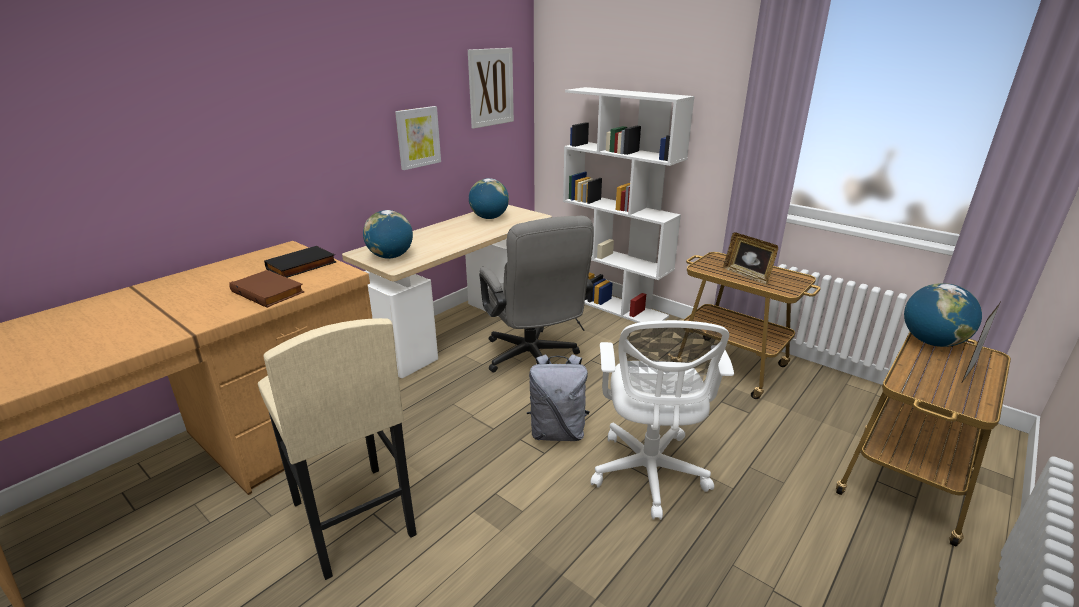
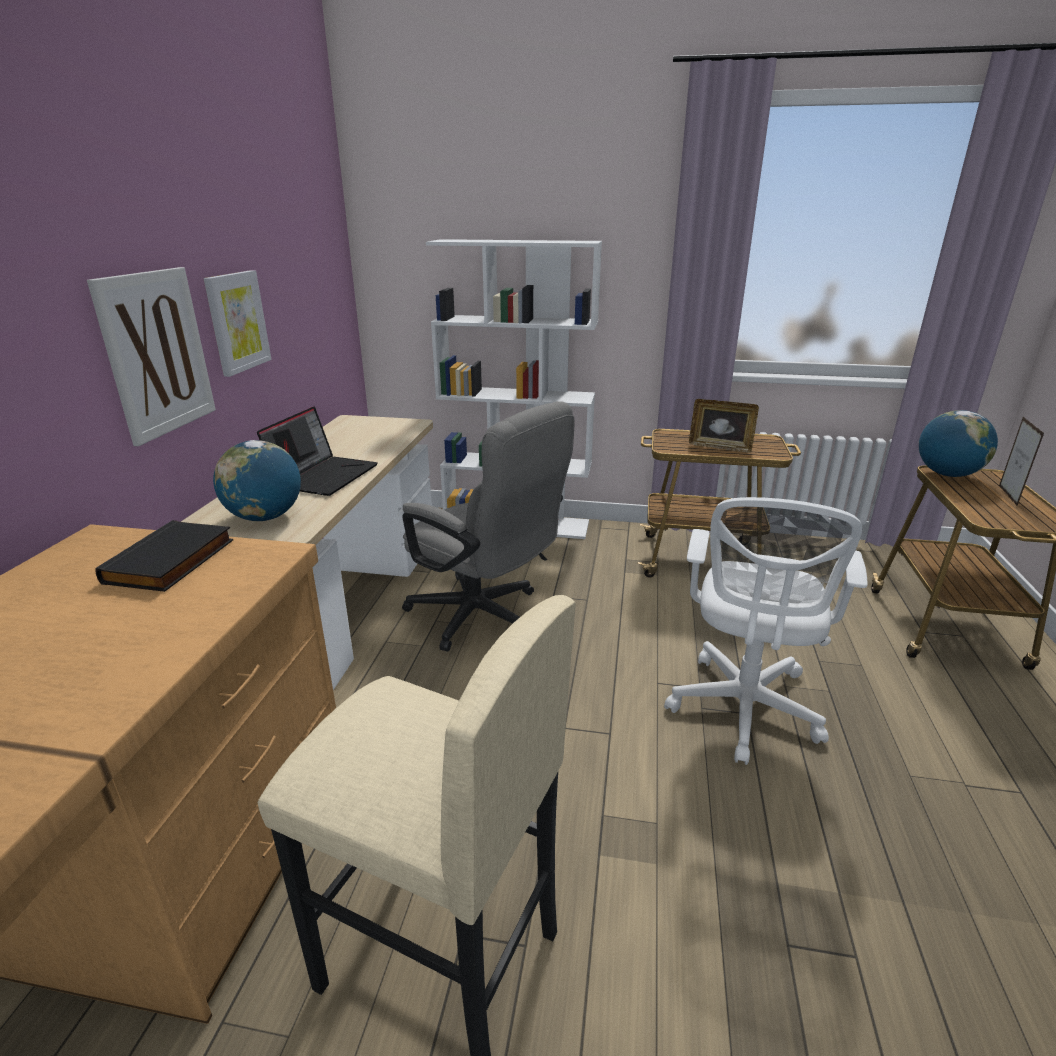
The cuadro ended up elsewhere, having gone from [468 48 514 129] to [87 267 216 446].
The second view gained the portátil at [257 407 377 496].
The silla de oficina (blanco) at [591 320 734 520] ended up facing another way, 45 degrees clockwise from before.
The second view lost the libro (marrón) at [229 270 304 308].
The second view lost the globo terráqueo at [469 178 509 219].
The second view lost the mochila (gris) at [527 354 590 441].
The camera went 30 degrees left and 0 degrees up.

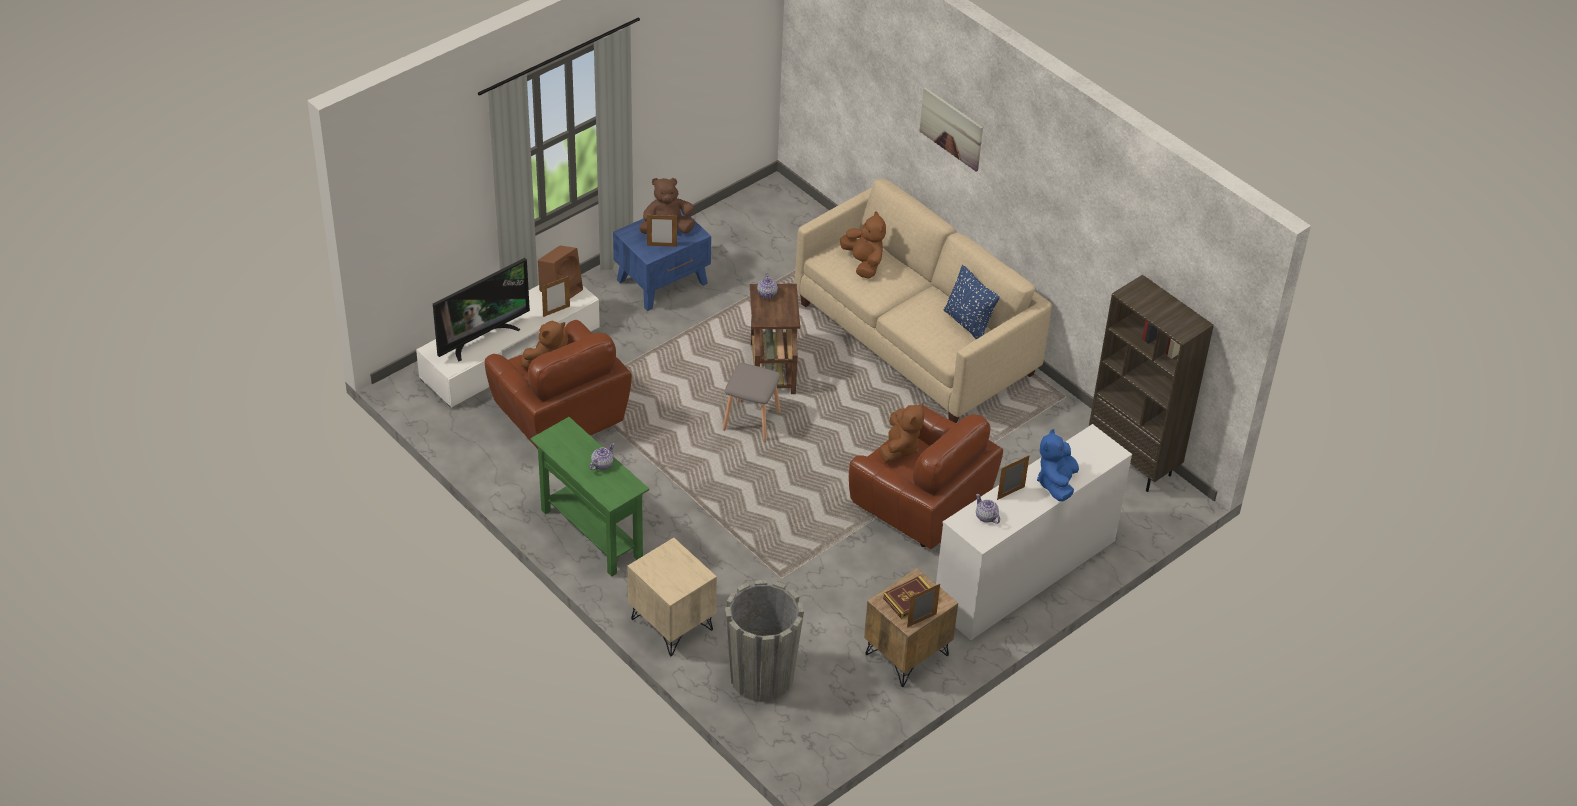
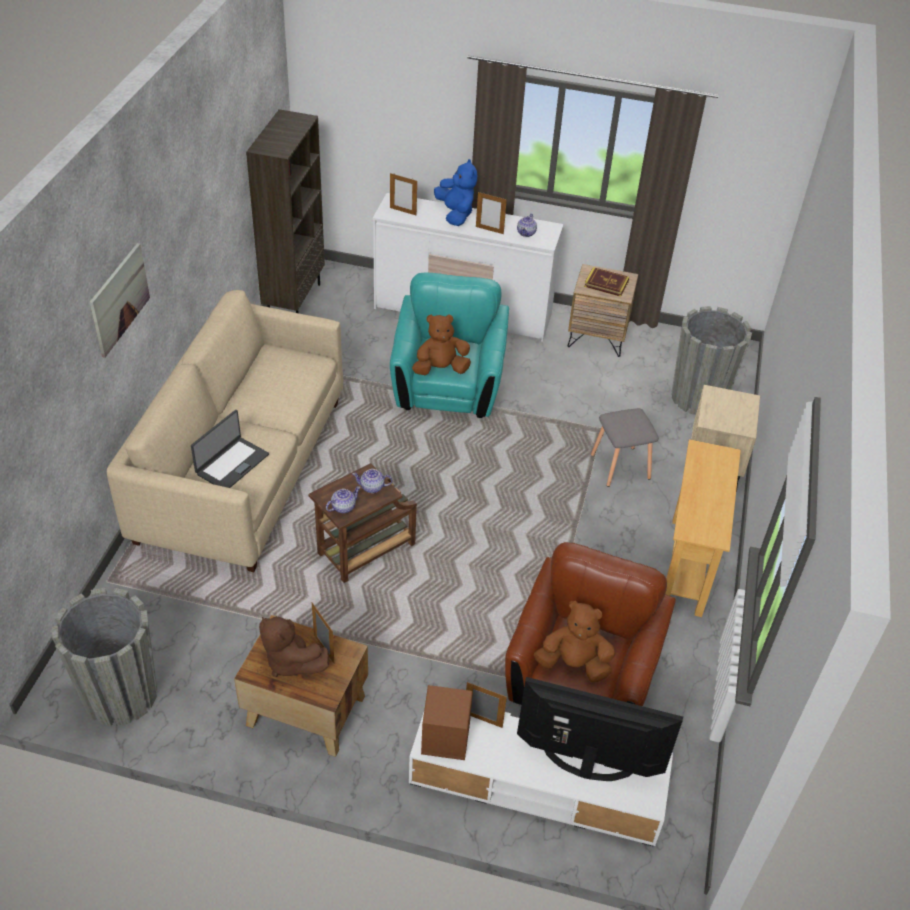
The second view gained the maceta (gris) at [52 587 158 726].
Where the peluche (marrón) stood at [840 211 886 279], the portátil came to stand at [191 410 269 488].
What was the mesa auxiliar (azul) at [613 209 711 311] turned into the mesa auxiliar (marrón) at [234 615 368 757].
The tetera ended up elsewhere, having gone from [590 443 615 470] to [352 469 392 493].
The portarretratos ended up elsewhere, having gone from [907 584 940 628] to [390 173 417 215].
What was the sillón (marrón) at [849 406 1003 549] turned into the sillón (turquesa) at [390 273 509 418].
The peluche (azul) at [1037 429 1079 502] ended up facing another way, 90 degrees counterclockwise from before.
The taburete (gris) ended up elsewhere, having gone from [723 363 781 442] to [591 408 659 487].
What was the mesa consola (verde) at [530 417 649 577] turned into the mesa consola (beis) at [666 439 741 617].
The second view lost the cojín (azul) at [943 265 1000 339].
The camera went 125 degrees left and 0 degrees up.

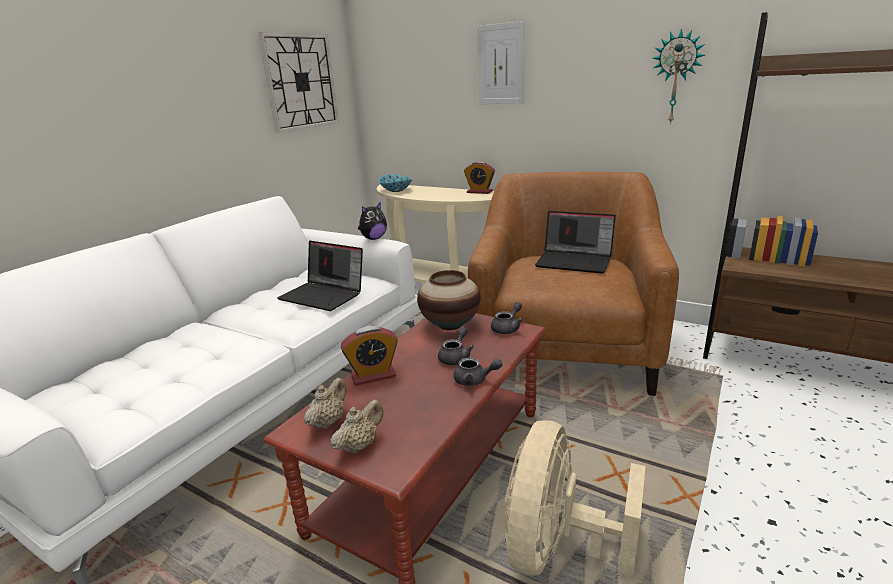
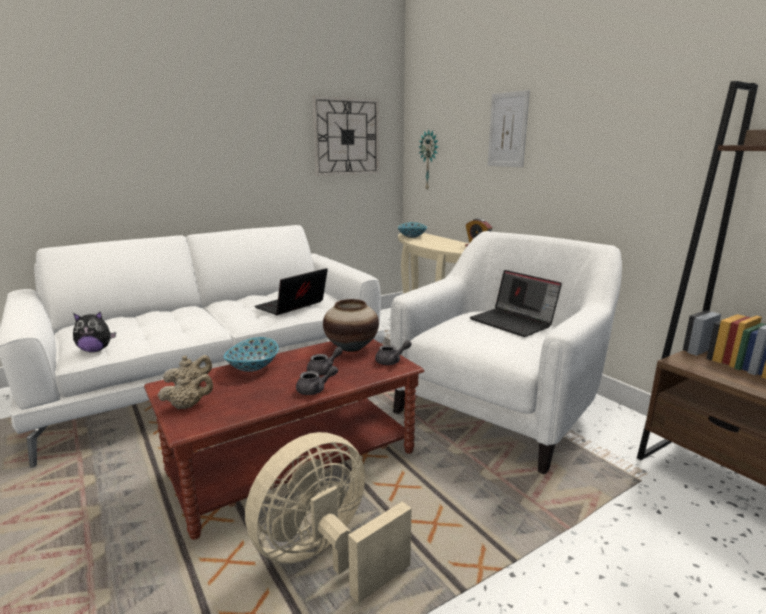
The peluche ended up elsewhere, having gone from [358 202 387 240] to [73 311 116 352].
Where the despertador stood at [341 326 398 386], the cuenco came to stand at [224 337 278 372].
The portátil at [278 241 363 311] ended up facing another way, 75 degrees clockwise from before.
The tetera (gris) at [454 358 502 386] ended up facing another way, 60 degrees counterclockwise from before.
What was the sillón (marrón) at [468 172 679 396] turned into the sillón (blanco) at [391 231 622 474].
The reloj de pared ended up elsewhere, having gone from [653 28 705 125] to [419 130 438 190].
The camera went 25 degrees right and 5 degrees down.

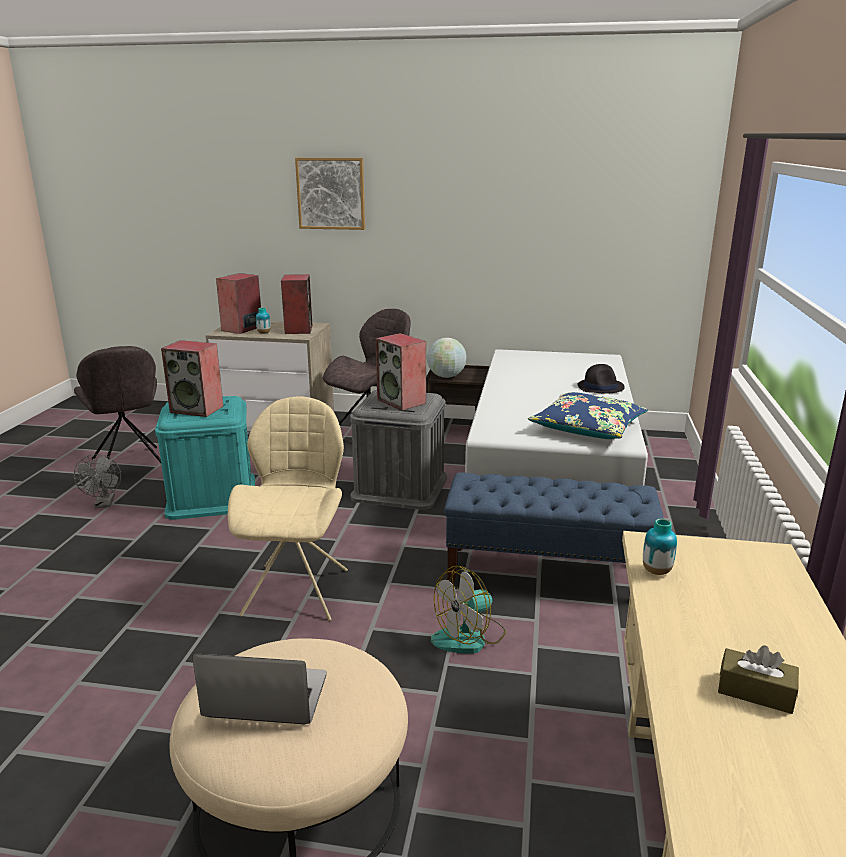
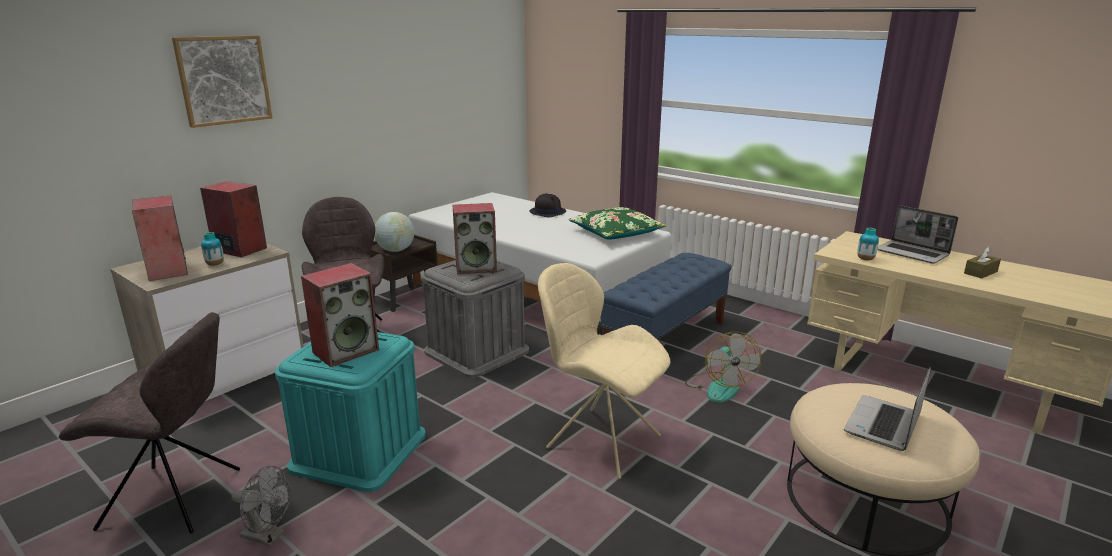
What was the cojín (azul) at [528 392 648 439] turned into the cojín (verde) at [569 207 666 240].
The second view gained the portátil at [877 205 958 264].
The camera went 60 degrees left and 0 degrees up.

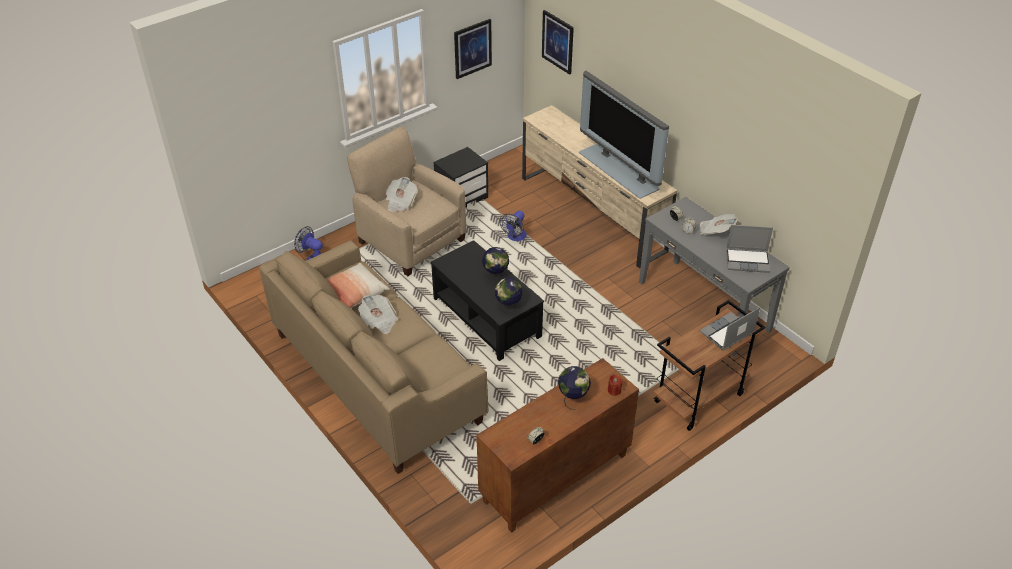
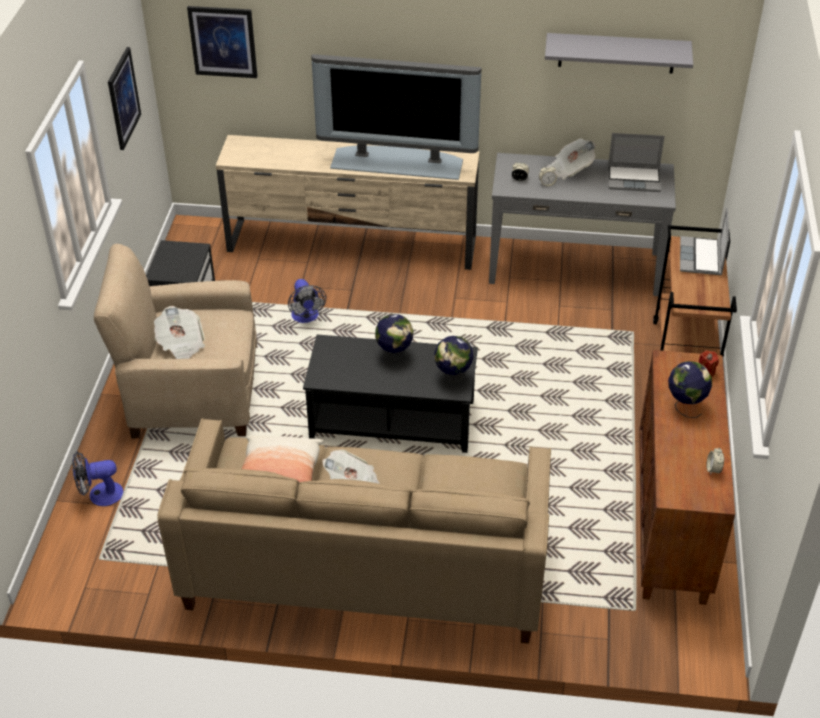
The second view gained the estante (gris) at [545 33 693 74].
The portátil at [726 225 773 273] ended up facing another way, 45 degrees clockwise from before.
The camera went 45 degrees left and 0 degrees up.

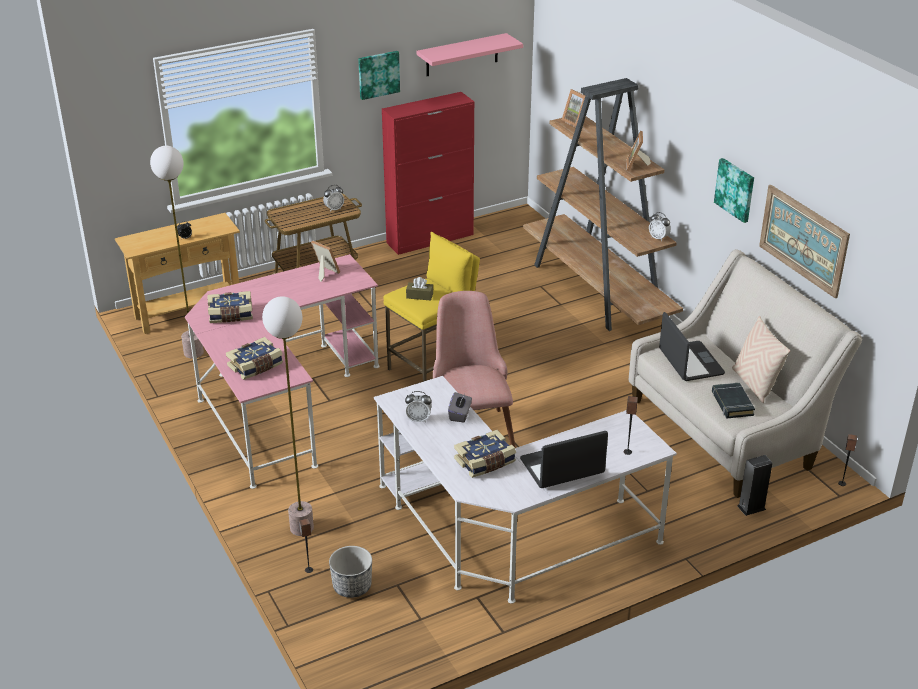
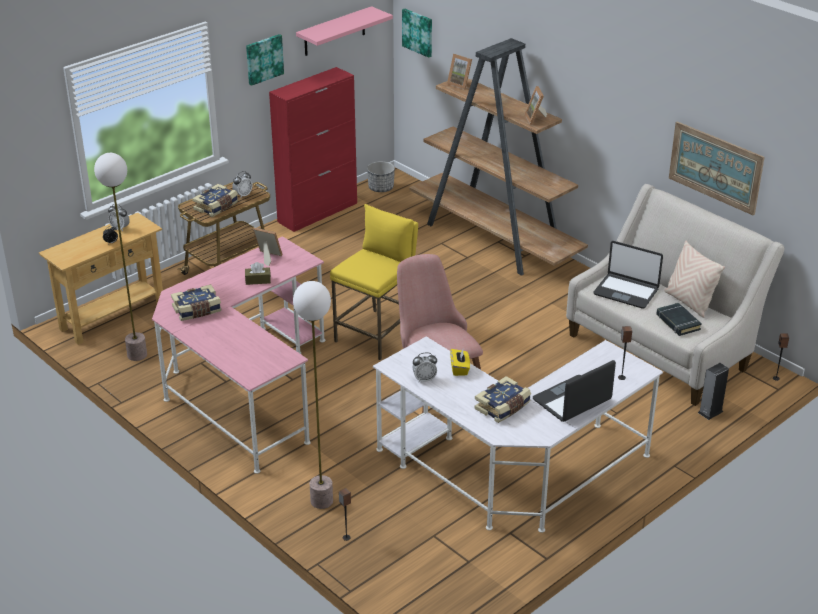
The despertador ended up elsewhere, having gone from [649 212 671 241] to [108 204 130 231].
The libro ended up elsewhere, having gone from [226 337 283 380] to [192 184 238 217].
The caja de pañuelos (marrón) ended up elsewhere, having gone from [406 277 433 301] to [245 262 271 285].
The maceta ended up elsewhere, having gone from [329 546 372 598] to [367 161 395 192].
The cuadro ended up elsewhere, having gone from [714 158 754 223] to [402 9 432 58].
What was the caja de pañuelos (gris) at [448 392 472 422] turned into the caja de pañuelos (amarillo) at [450 349 470 376].
The portátil at [659 312 725 381] ended up facing another way, 150 degrees clockwise from before.
The camera went 15 degrees left and 0 degrees up.

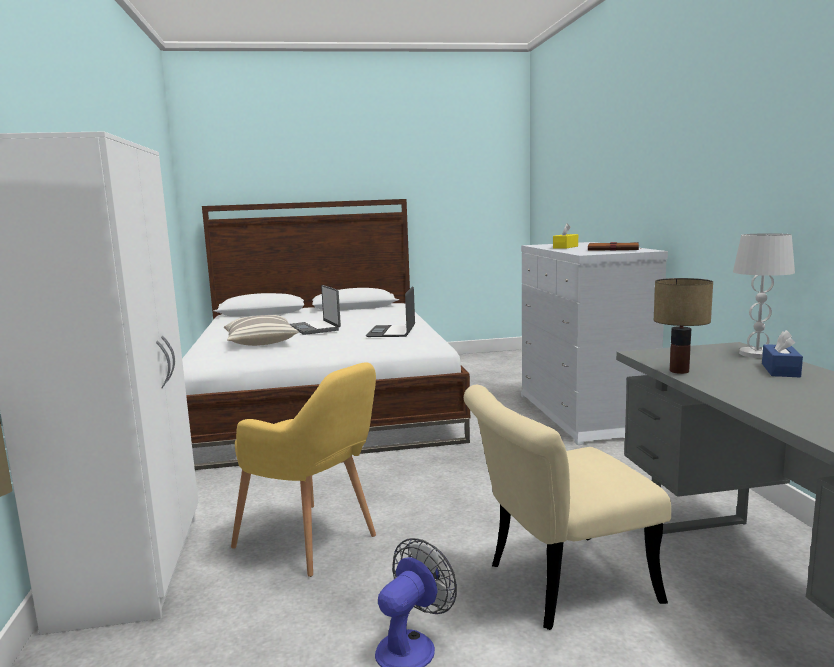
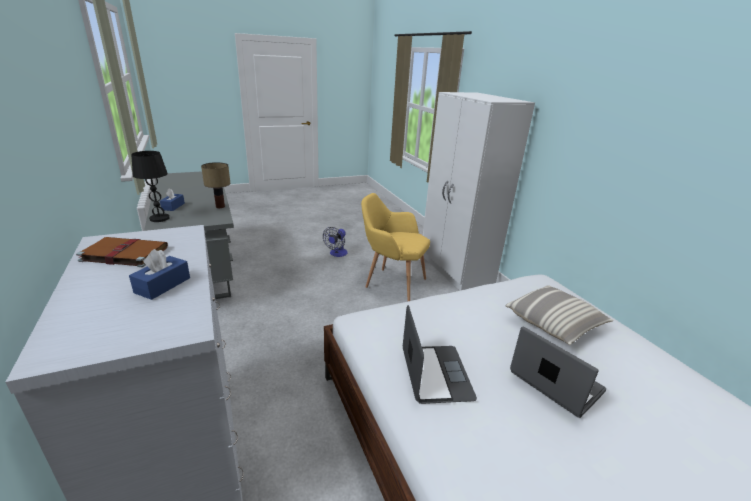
What was the caja de pañuelos (amarillo) at [553 223 578 249] turned into the caja de pañuelos (azul) at [129 249 190 300].
What was the lámpara de mesa (blanco) at [733 233 795 358] turned into the lámpara de mesa (negro) at [131 151 170 222].
The second view lost the silla (beis) at [464 385 671 630].
The camera went 165 degrees right and 15 degrees up.

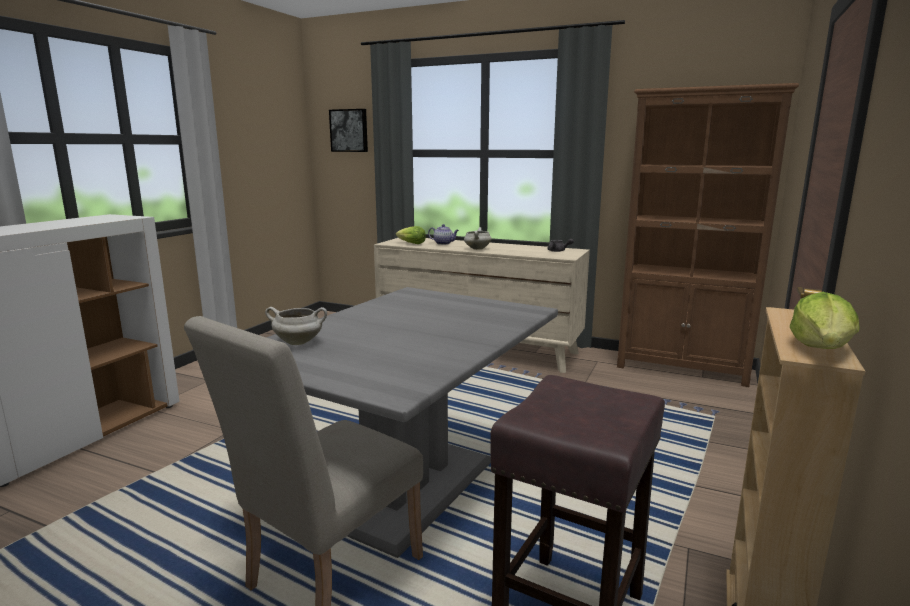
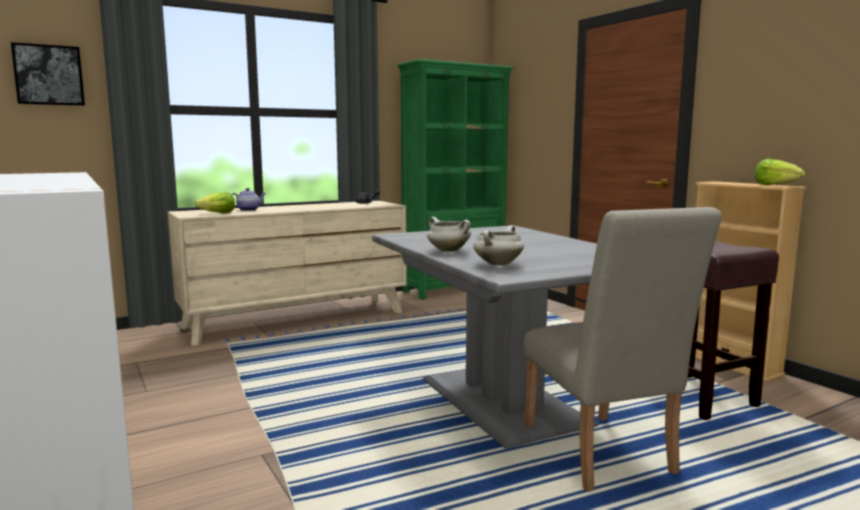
What was the estantería (marrón) at [617 83 799 387] turned into the estantería (verde) at [397 59 513 300].
The olla (blanco) ended up elsewhere, having gone from [464 227 492 250] to [427 217 471 252].
The camera went 55 degrees left and 5 degrees down.

